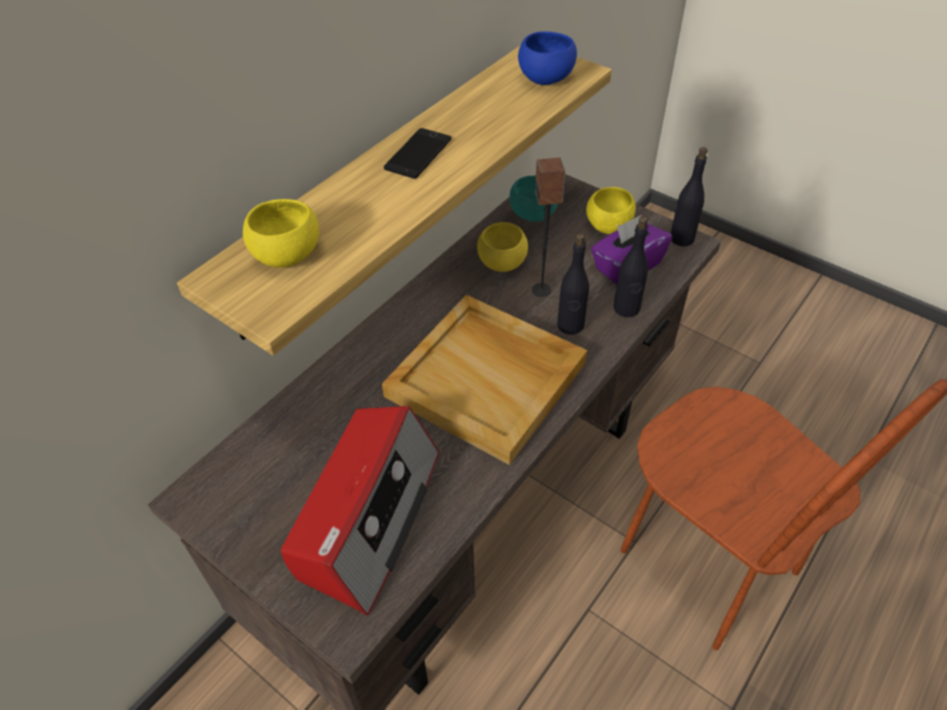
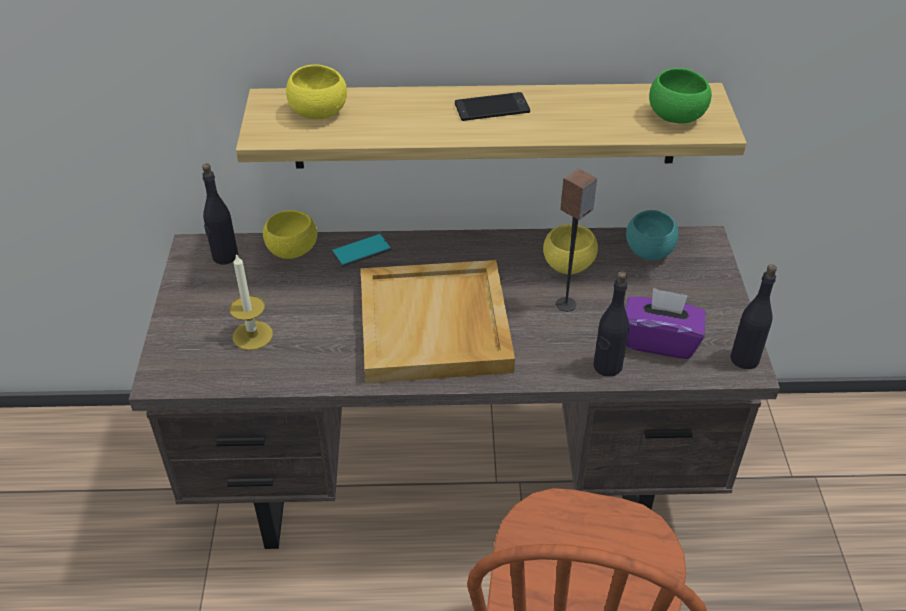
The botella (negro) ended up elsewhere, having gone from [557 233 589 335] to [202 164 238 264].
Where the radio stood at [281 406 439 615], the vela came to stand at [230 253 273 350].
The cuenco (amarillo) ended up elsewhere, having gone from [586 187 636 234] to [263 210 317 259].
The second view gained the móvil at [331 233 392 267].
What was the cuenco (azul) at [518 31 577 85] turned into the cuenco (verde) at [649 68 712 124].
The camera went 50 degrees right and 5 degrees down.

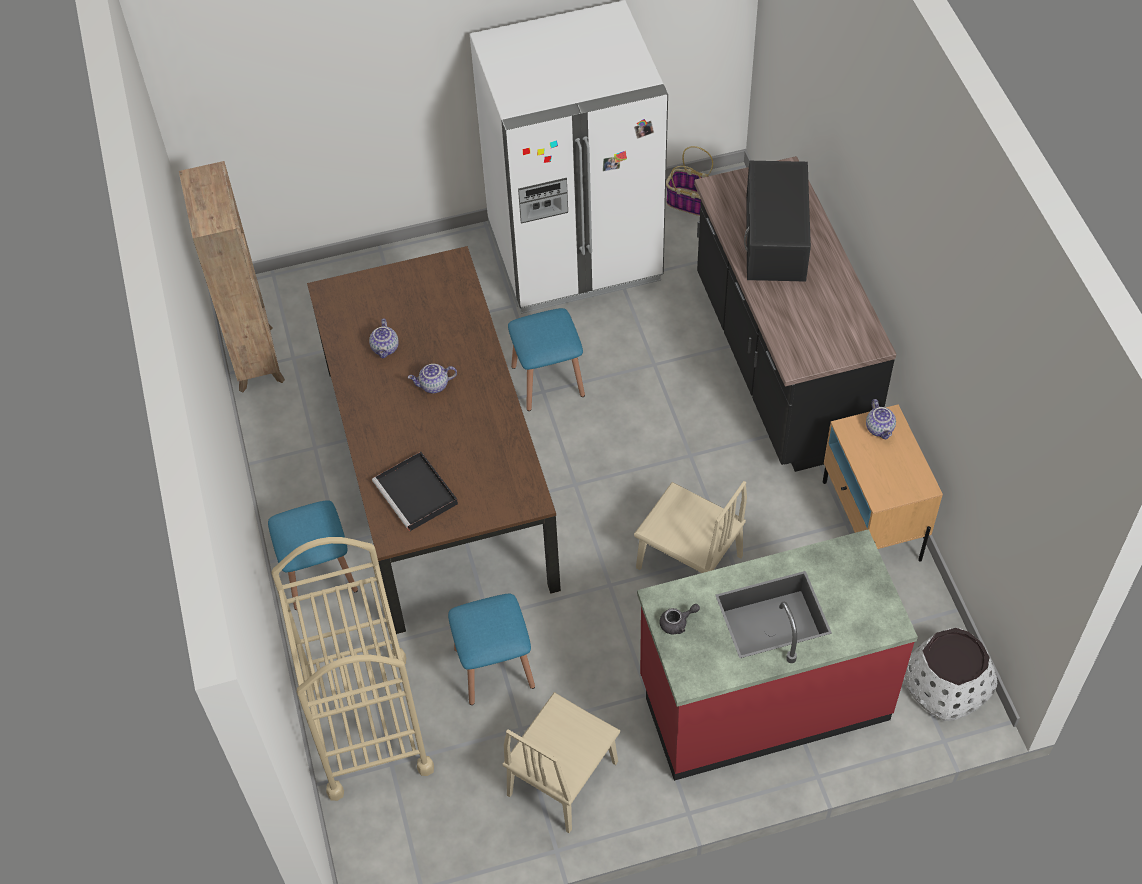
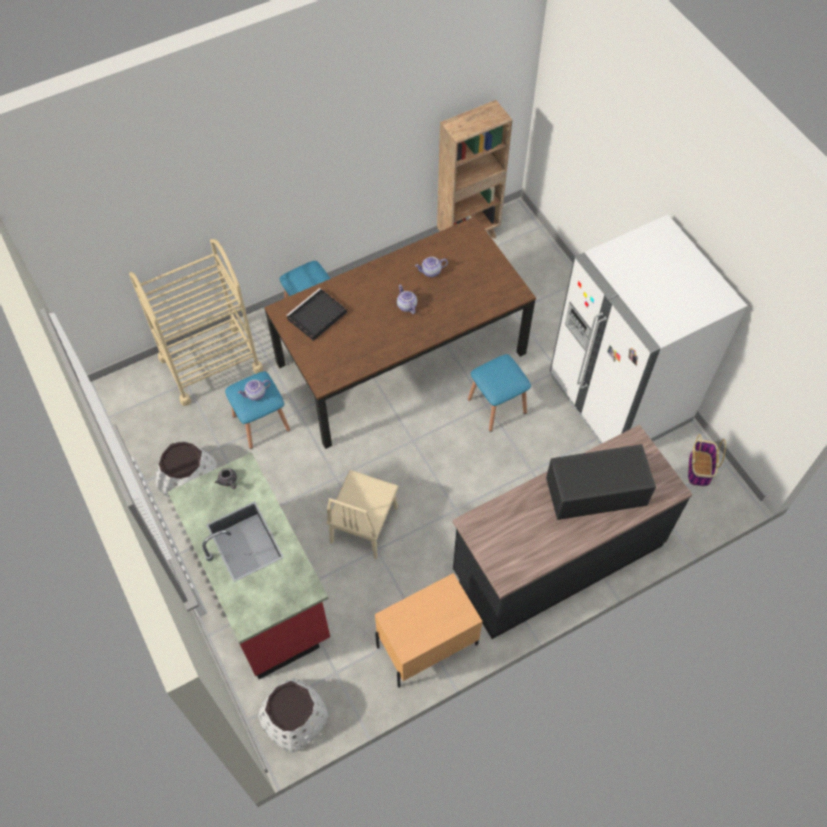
Where the silla (beis) stood at [503 692 620 833], the maceta (blanco) came to stand at [156 442 217 497].
The tetera ended up elsewhere, having gone from [866 399 896 439] to [238 380 271 401].
The camera went 75 degrees right and 5 degrees up.

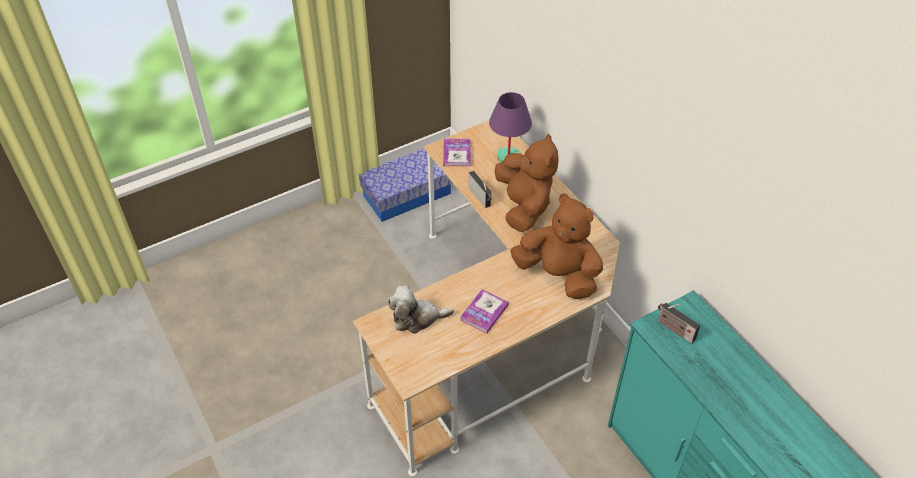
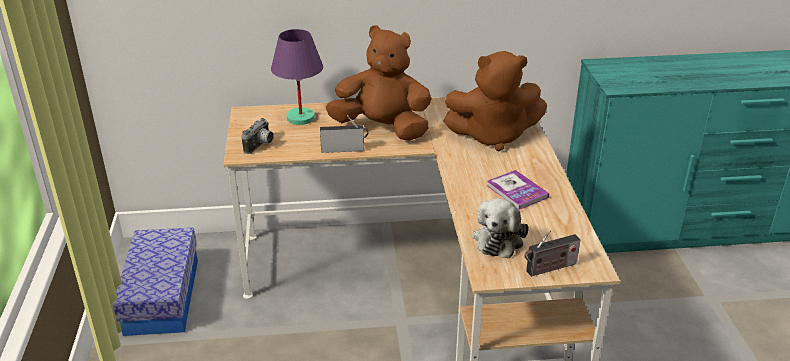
Where the libro stood at [443 139 471 166], the cámara came to stand at [241 118 274 154].
The peluche (marrón) at [510 194 603 299] ended up facing another way, 150 degrees counterclockwise from before.
The radio ended up elsewhere, having gone from [658 303 700 344] to [525 230 580 277].
The camera went 65 degrees left and 15 degrees down.

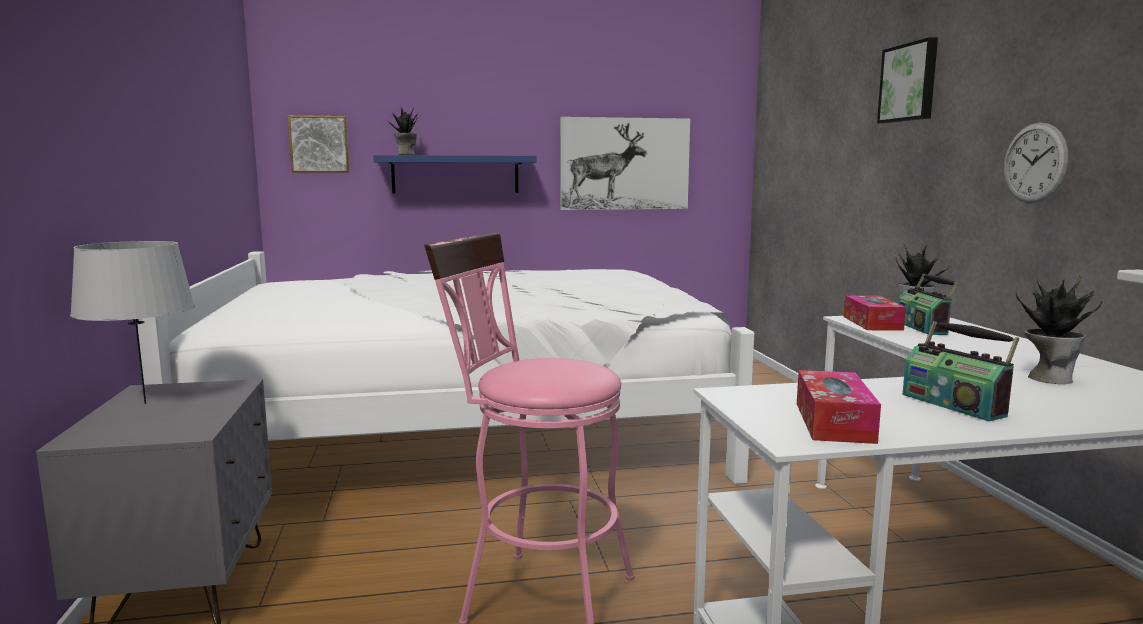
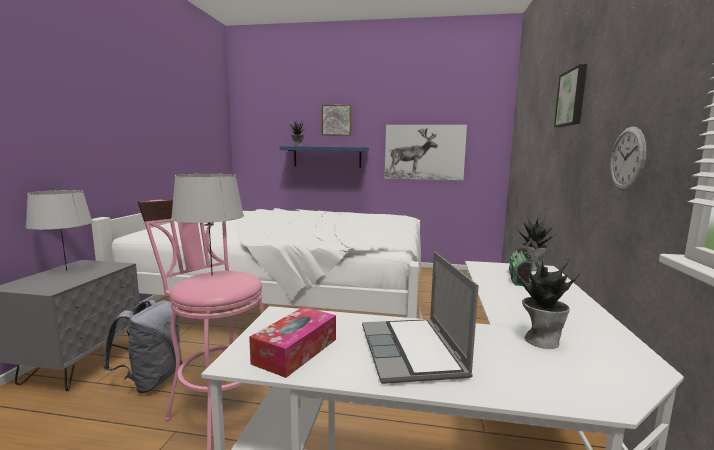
The second view gained the mochila (gris) at [103 300 182 394].
The second view gained the lámpara de mesa (gris) at [171 174 244 276].
The cuadro ended up elsewhere, having gone from [288 115 350 172] to [322 105 352 136].
Where the radio stood at [902 321 1019 422], the portátil came to stand at [362 252 479 384].
The second view lost the caja de pañuelos at [843 295 906 331].
The camera went 20 degrees right and 0 degrees up.

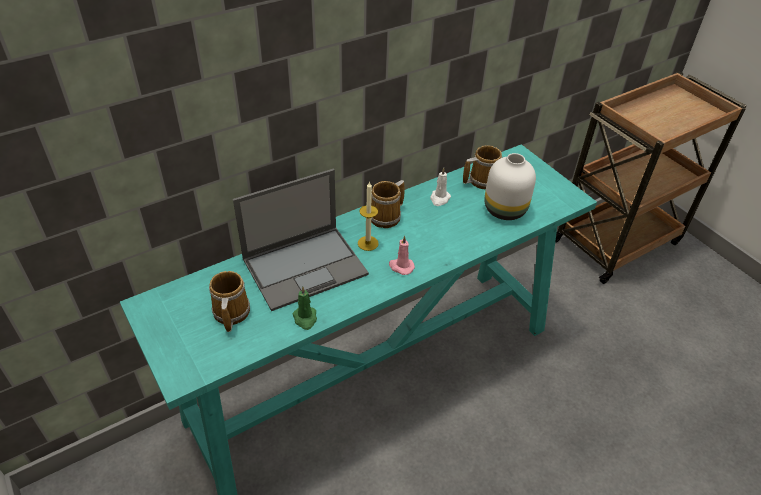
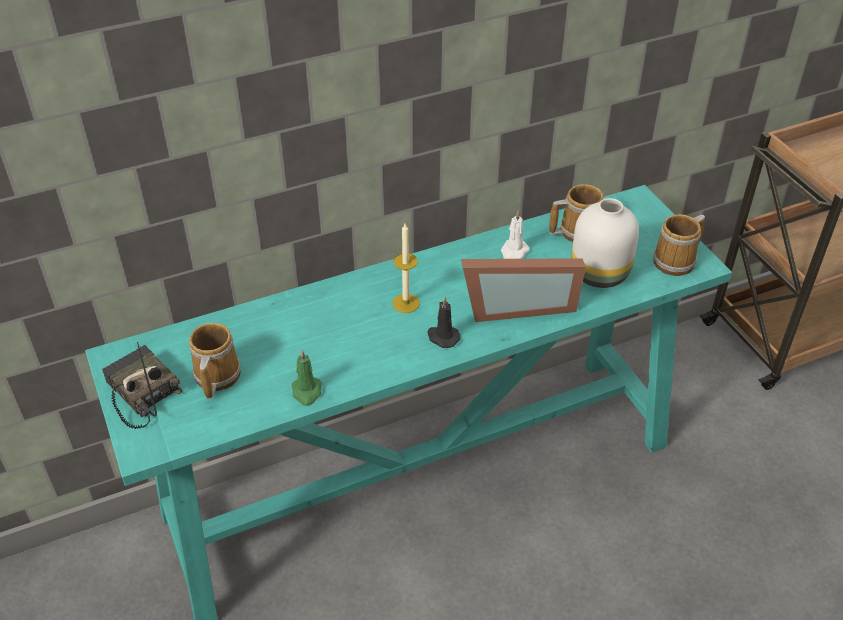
The second view gained the radio at [102 342 182 429].
What was the vela (rosa) at [389 235 415 275] turned into the vela (negro) at [428 297 460 348].
The second view gained the portarretratos at [461 258 586 322].
The taza grande ended up elsewhere, having gone from [371 180 405 228] to [653 214 705 276].
The second view lost the portátil at [233 169 369 311].
The camera went 10 degrees right and 0 degrees up.

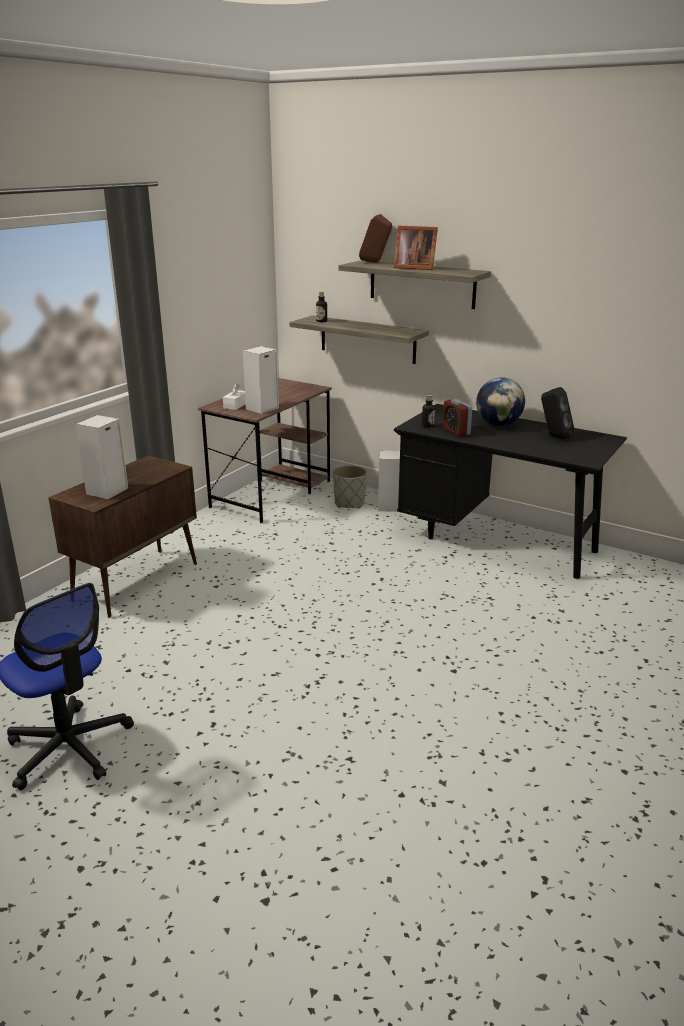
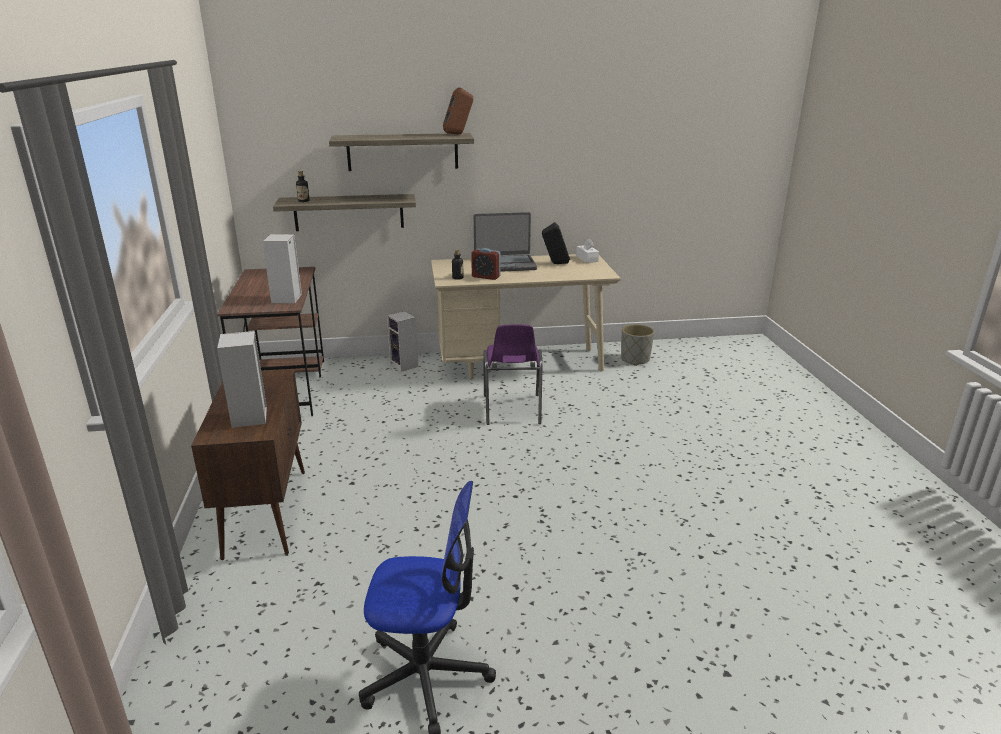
What was the escritorio (negro) at [394 404 627 579] turned into the escritorio (beis) at [431 254 621 379].
The altavoz (marrón) ended up elsewhere, having gone from [359 214 392 263] to [443 88 473 135].
Where the globo terráqueo stood at [476 377 525 426], the portátil came to stand at [474 212 537 272].
The second view gained the silla (morado) at [483 324 543 425].
The caja de pañuelos (blanco) ended up elsewhere, having gone from [223 383 246 410] to [576 238 599 263].
The maceta (gris) ended up elsewhere, having gone from [333 466 367 508] to [621 324 654 366].
The second view lost the portarretratos at [394 225 438 270].
The camera went 40 degrees left and 0 degrees up.

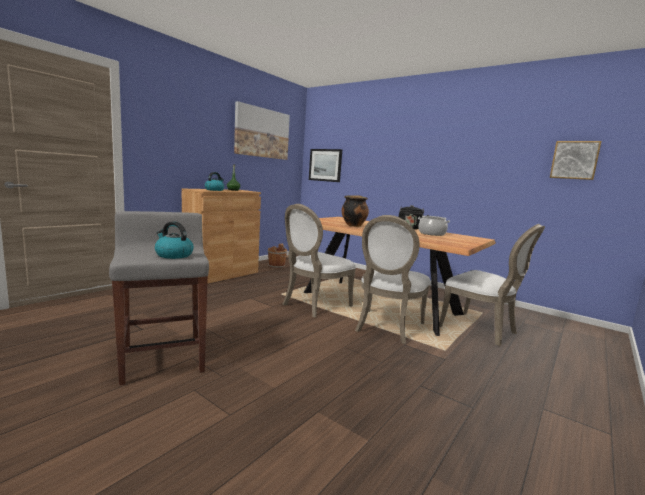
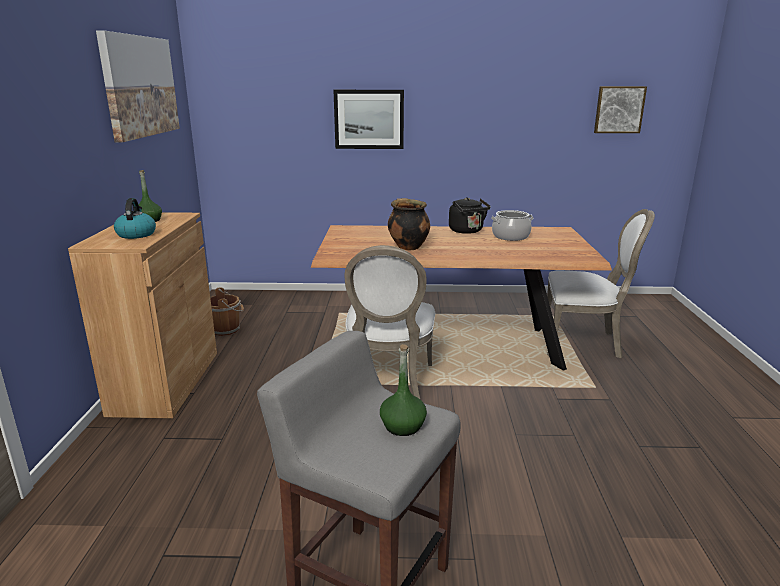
The cuadro ended up elsewhere, having gone from [309 149 342 182] to [333 90 404 149].
Where the hervidor stood at [155 221 194 259], the botella (verde) came to stand at [380 344 427 436].
The second view lost the silla (blanco) at [355 215 431 344].
The camera went 35 degrees left and 10 degrees up.

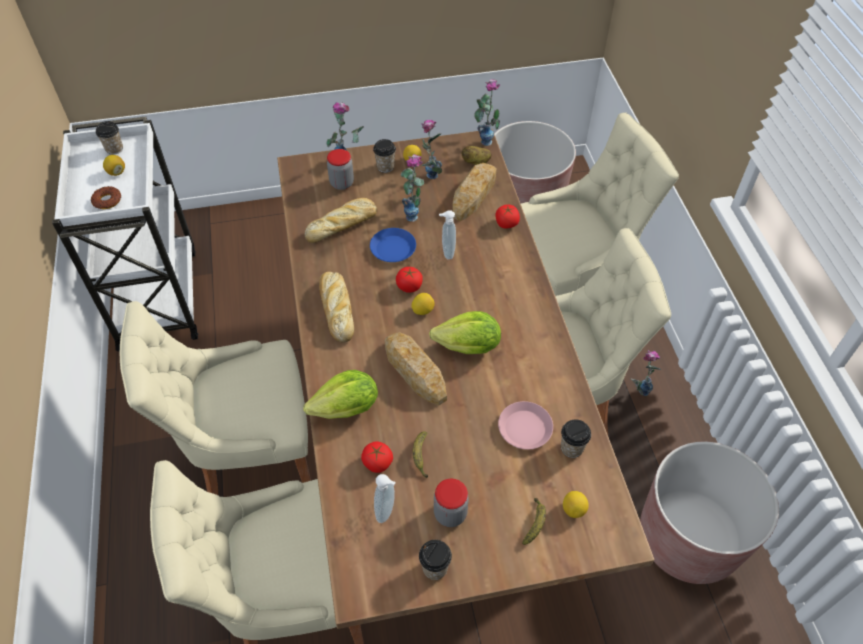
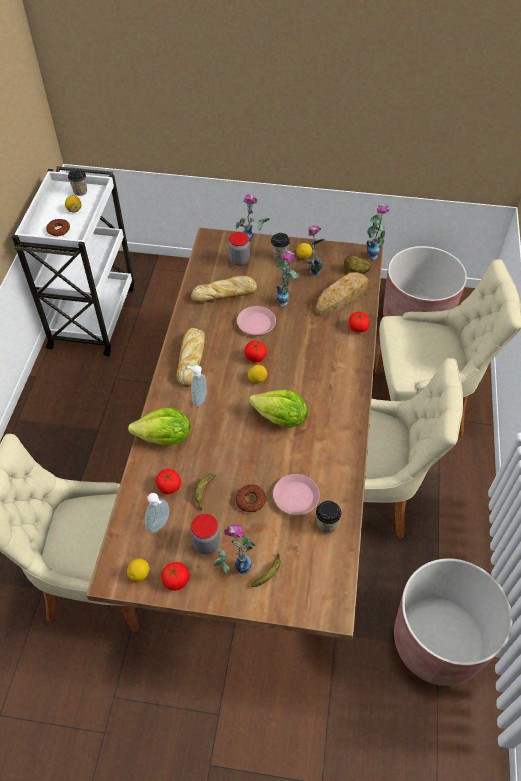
The limón ended up elsewhere, having gone from [563 491 589 518] to [127 559 150 582].
Where the taza stood at [419 540 452 580], the tomate came to stand at [161 562 190 591].
The dispensador de jabón ended up elsewhere, having gone from [439 210 456 260] to [187 365 207 407].
The florero ended up elsewhere, having gone from [631 350 662 396] to [213 522 256 575].
The second view gained the rosquilla at [236 485 266 512].
What was the plato (azul) at [370 228 416 262] turned into the plato (rosa) at [237 306 276 335].
The second view lost the silla (beis) at [120 301 311 495].
The second view lost the pan at [385 332 447 406].
The camera went 20 degrees right and 0 degrees up.

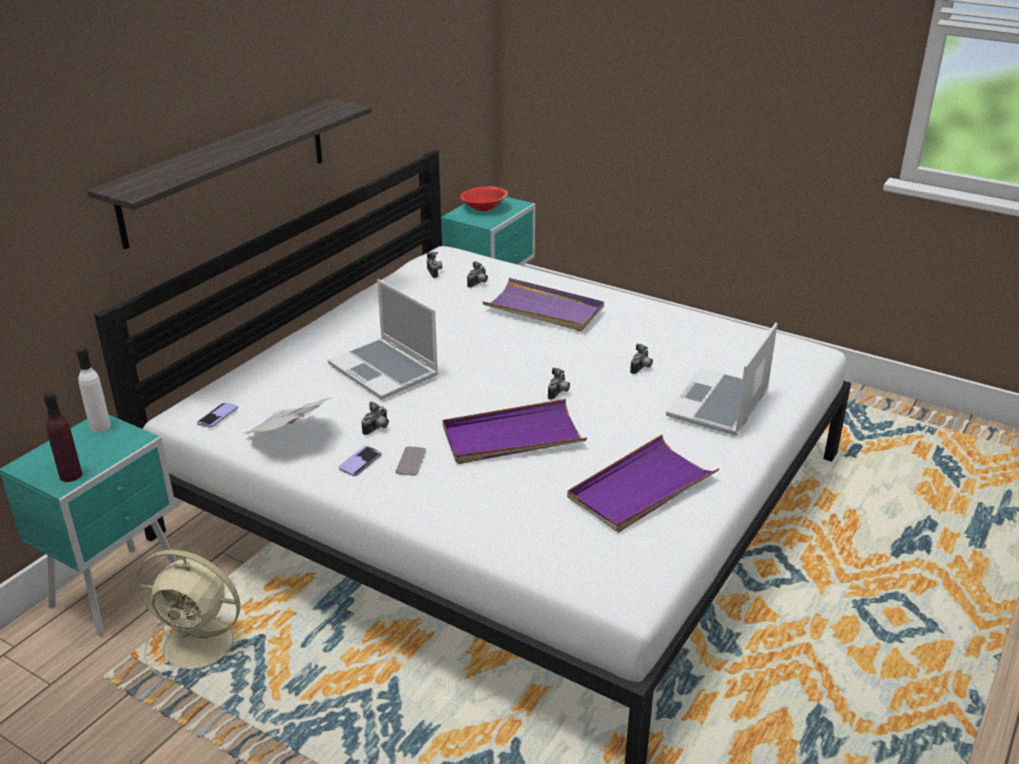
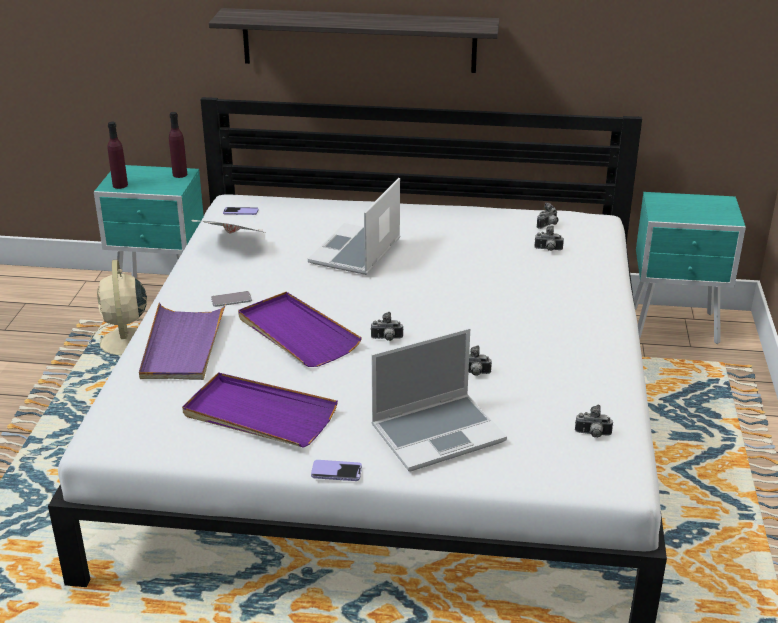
The bandeja (morado) ended up elsewhere, having gone from [483 278 604 331] to [139 302 226 380].
What was the botella (blanco) at [76 347 111 432] turned into the botella (morado) at [169 112 187 178].
The móvil ended up elsewhere, having gone from [339 446 382 476] to [311 460 362 481].
The portátil at [666 323 777 436] ended up facing another way, 150 degrees clockwise from before.
The cámara ended up elsewhere, having gone from [361 402 389 435] to [575 405 613 438].
The second view lost the cuenco (rojo) at [460 186 508 211].
The camera went 65 degrees right and 0 degrees up.

